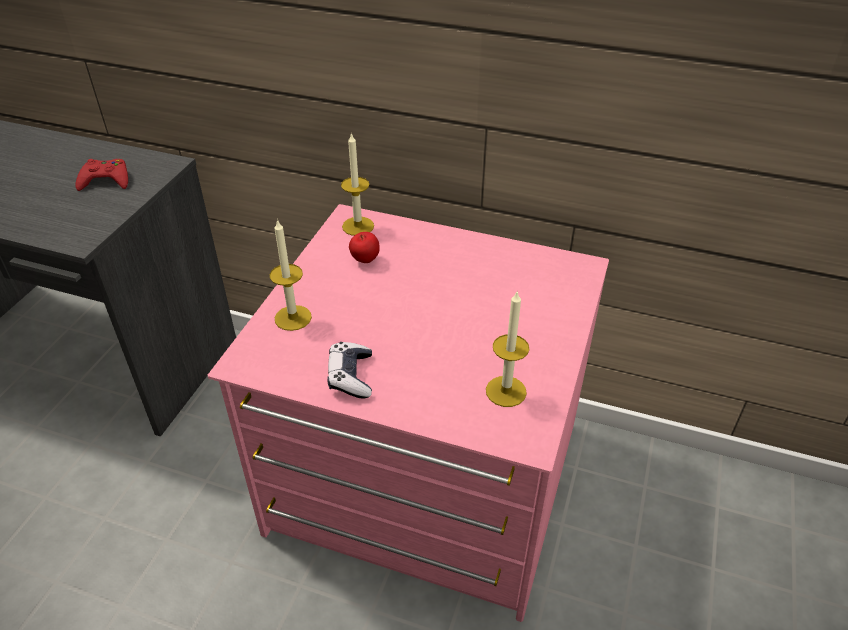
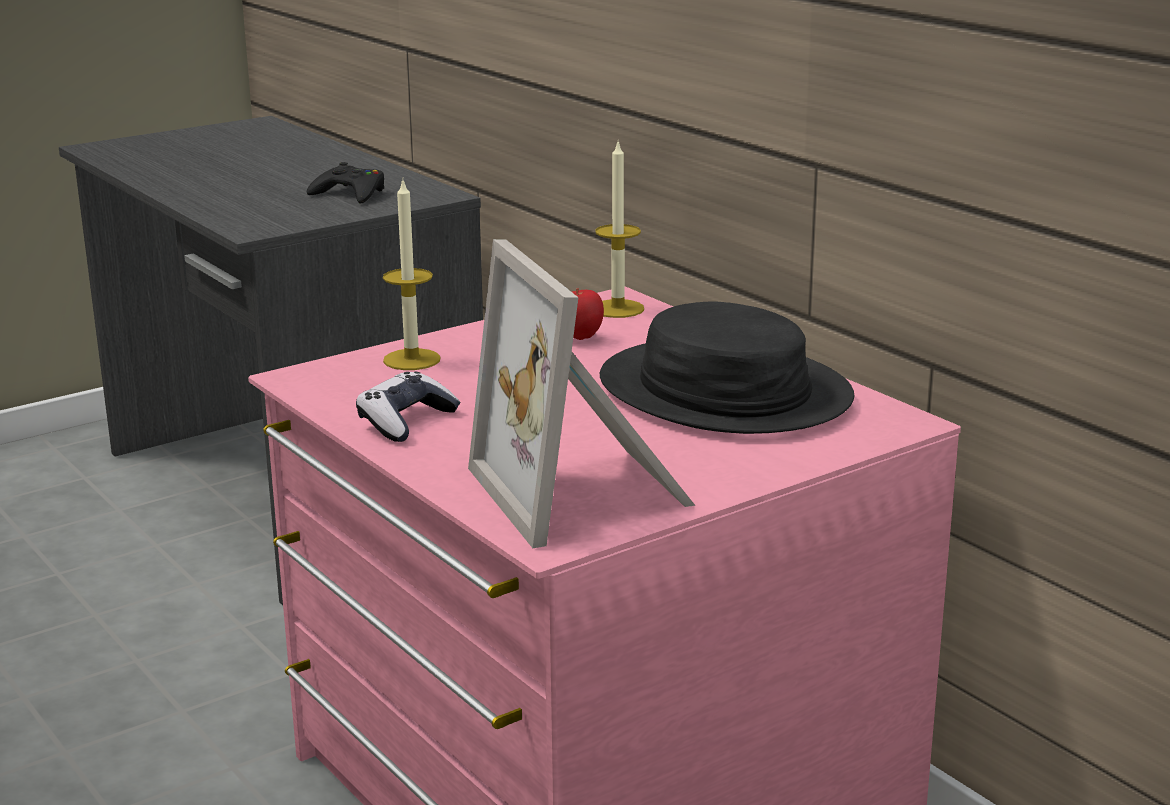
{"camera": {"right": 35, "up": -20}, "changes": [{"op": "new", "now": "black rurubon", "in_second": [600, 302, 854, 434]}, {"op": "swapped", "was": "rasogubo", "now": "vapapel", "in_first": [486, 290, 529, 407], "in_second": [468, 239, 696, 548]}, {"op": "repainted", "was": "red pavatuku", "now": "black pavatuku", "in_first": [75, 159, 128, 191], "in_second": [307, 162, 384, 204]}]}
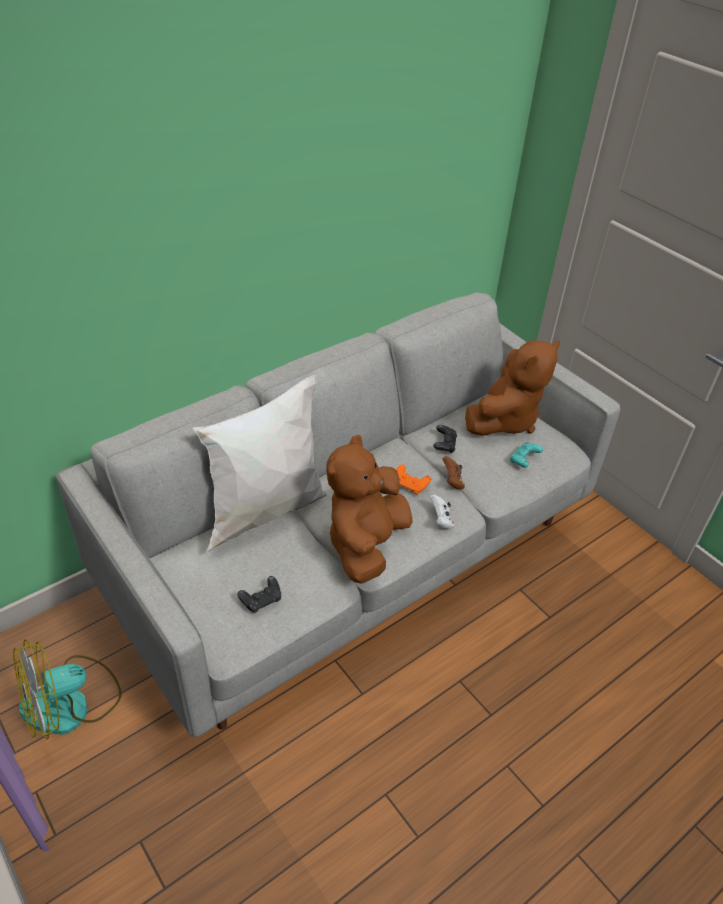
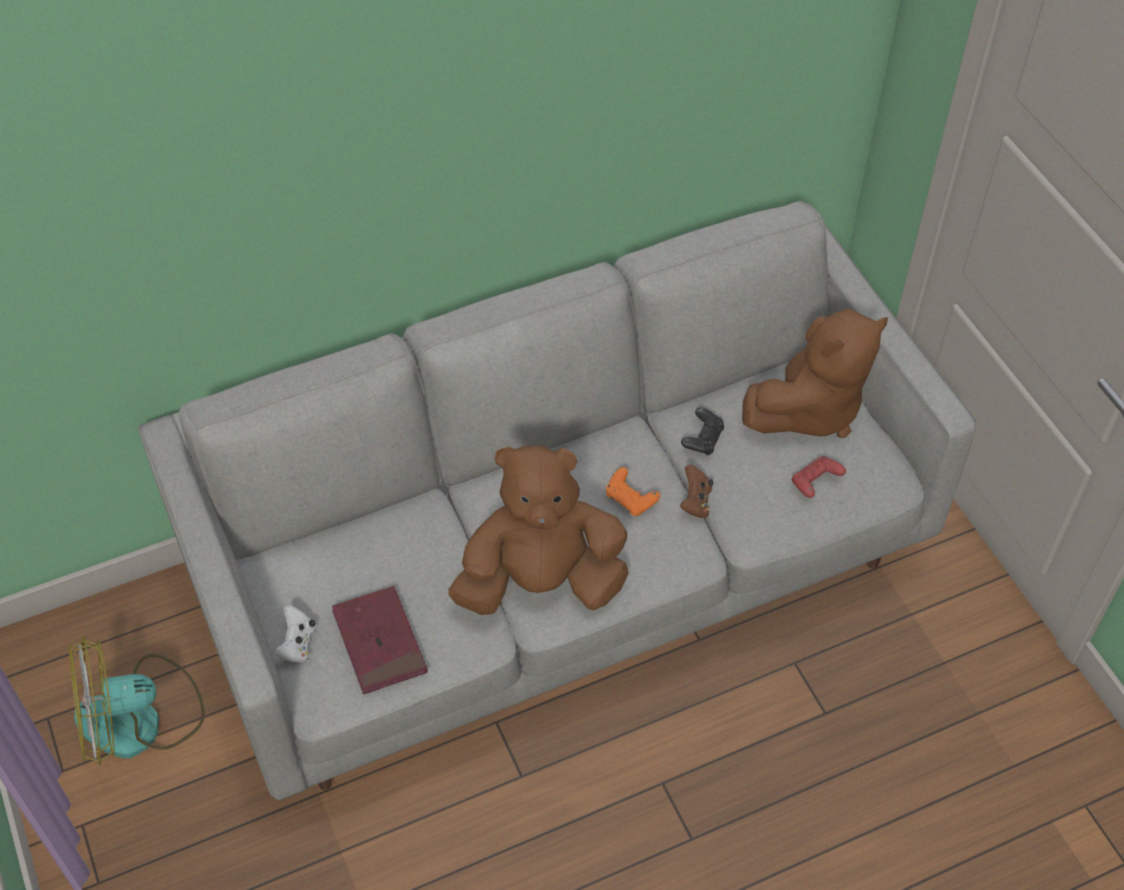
{"camera": {"right": 15, "up": 10}, "changes": [{"op": "gone", "was": "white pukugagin", "in_first": [192, 375, 327, 553]}, {"op": "shifted", "was": "white pavatuku", "in_first": [430, 494, 454, 529], "in_second": [273, 605, 315, 663]}, {"op": "swapped", "was": "black pavatuku", "now": "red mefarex", "in_first": [237, 576, 281, 613], "in_second": [332, 586, 428, 694]}, {"op": "repainted", "was": "turquoise pavatuku", "now": "red pavatuku", "in_first": [510, 443, 543, 468], "in_second": [792, 456, 846, 498]}, {"op": "rotated", "was": "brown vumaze", "in_first": [326, 434, 413, 584], "in_second": [448, 445, 629, 615], "clockwise": 45}]}
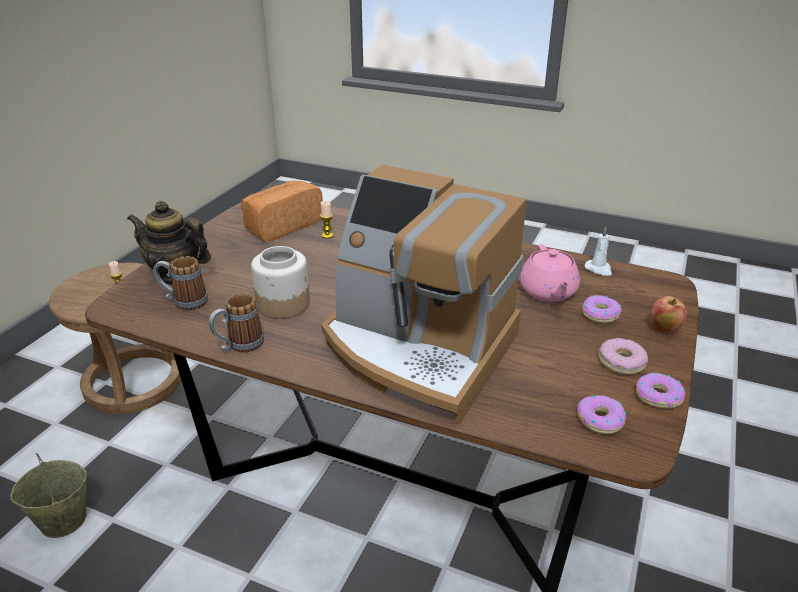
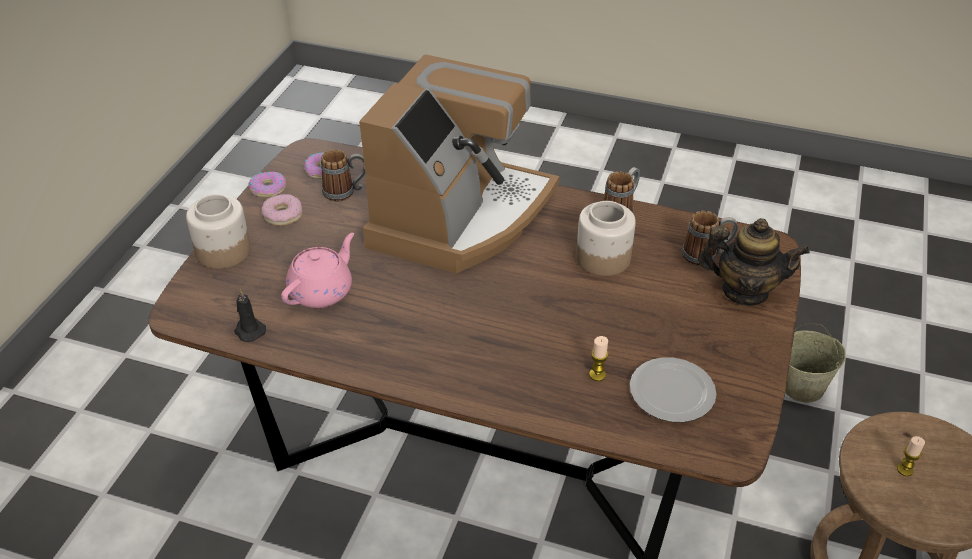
{"camera": {"right": 175, "up": 10}, "changes": [{"op": "gone", "was": "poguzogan", "in_first": [582, 295, 622, 323]}, {"op": "new", "now": "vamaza", "in_second": [321, 149, 365, 201]}, {"op": "swapped", "was": "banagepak", "now": "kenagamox", "in_first": [241, 180, 323, 242], "in_second": [630, 357, 716, 422]}, {"op": "swapped", "was": "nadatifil", "now": "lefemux", "in_first": [651, 296, 687, 333], "in_second": [186, 194, 251, 269]}, {"op": "repainted", "was": "white rasogubo", "now": "black rasogubo", "in_first": [585, 227, 612, 276], "in_second": [234, 290, 266, 342]}, {"op": "rotated", "was": "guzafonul", "in_first": [321, 165, 527, 424], "in_second": [359, 54, 559, 273], "clockwise": 90}, {"op": "rotated", "was": "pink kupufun", "in_first": [520, 245, 580, 302], "in_second": [281, 233, 354, 308], "clockwise": 45}]}
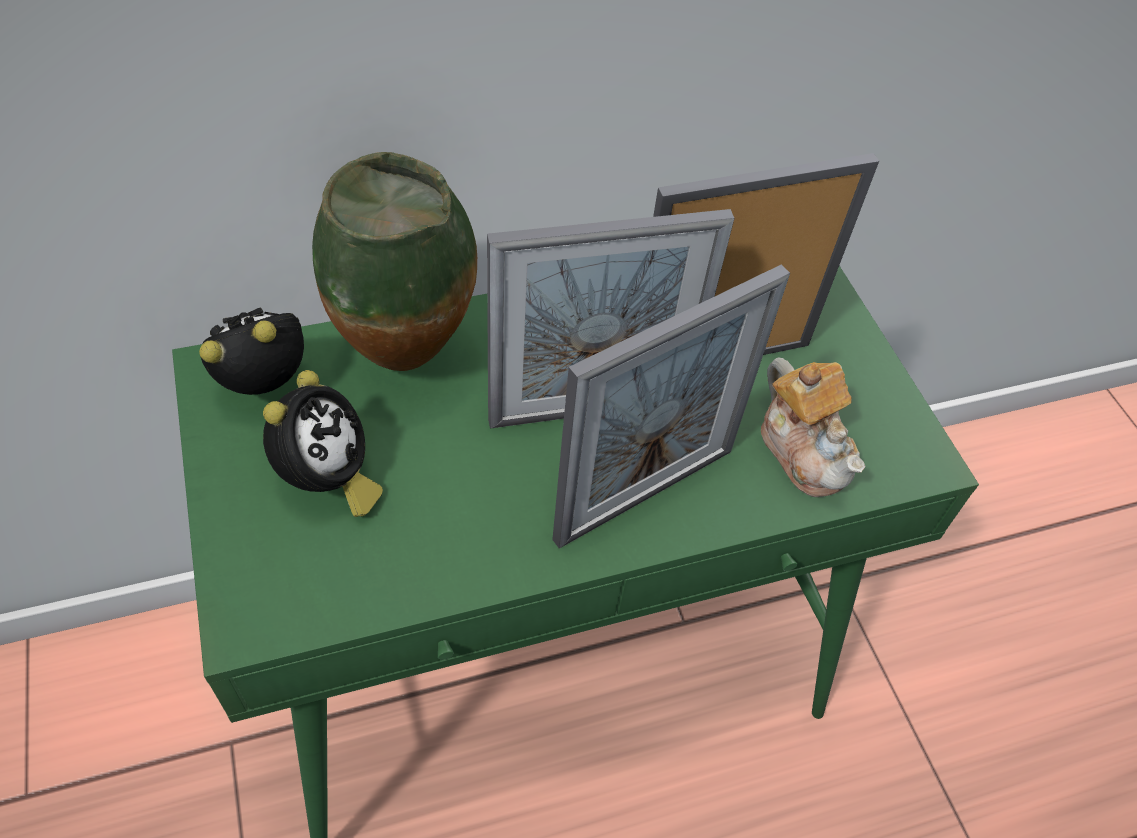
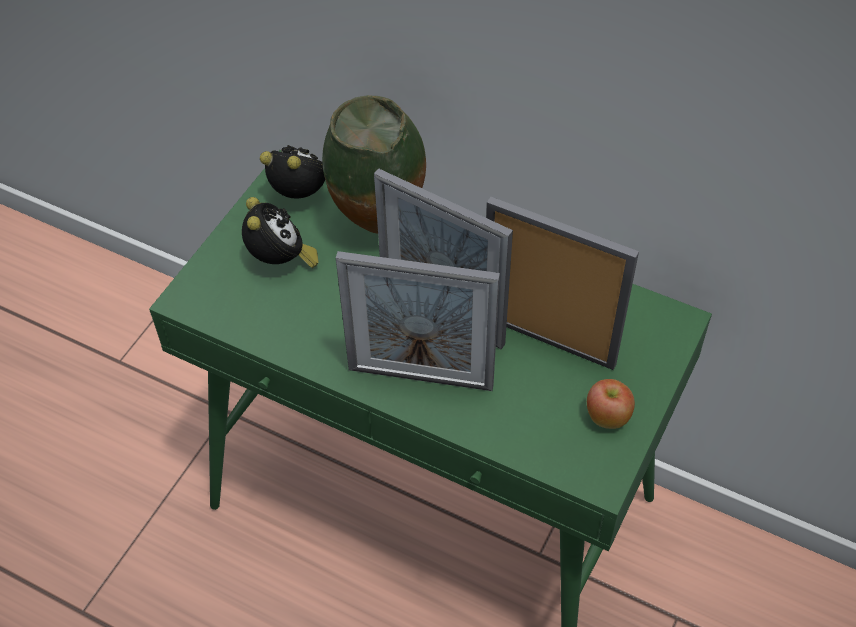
{"camera": {"right": 50, "up": 0}, "changes": [{"op": "gone", "was": "kupufun", "in_first": [761, 357, 866, 497]}, {"op": "new", "now": "nadatifil", "in_second": [587, 379, 635, 429]}, {"op": "rotated", "was": "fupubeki", "in_first": [263, 370, 383, 517], "in_second": [242, 197, 319, 268], "clockwise": -75}]}
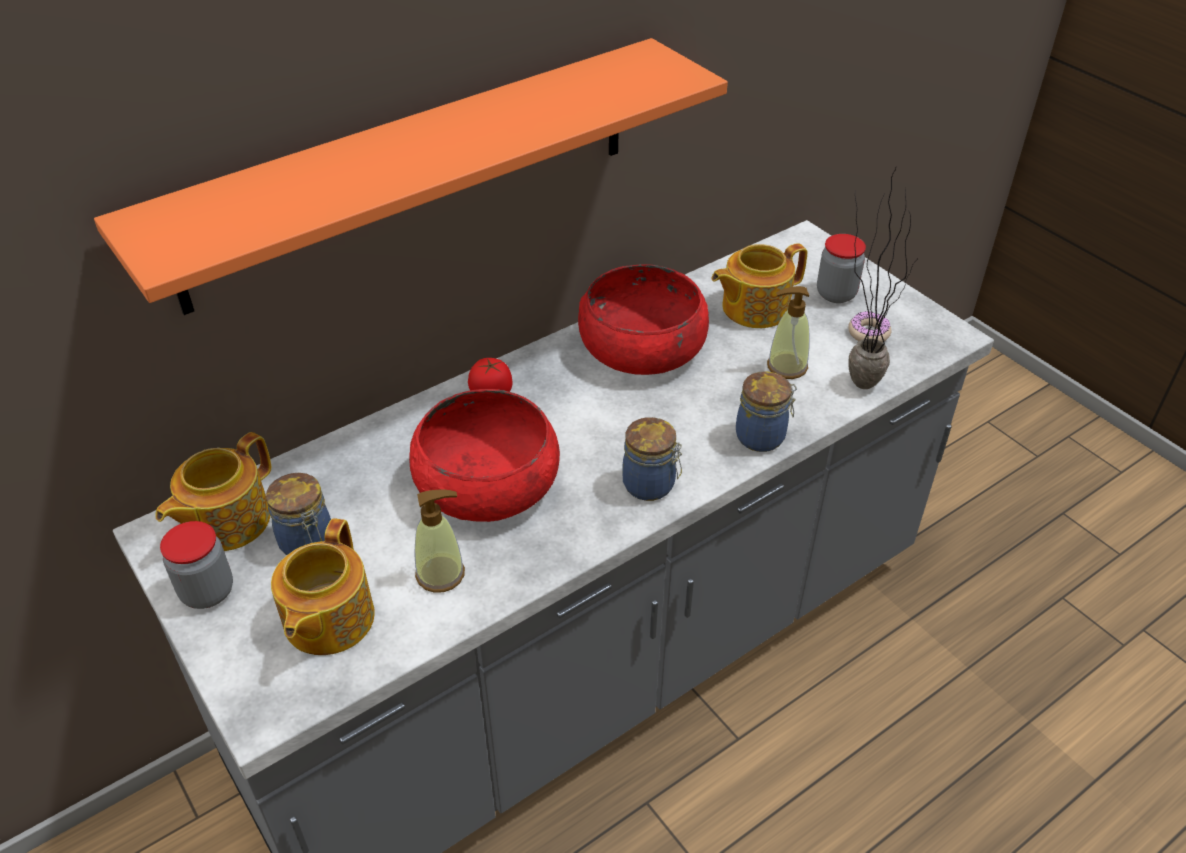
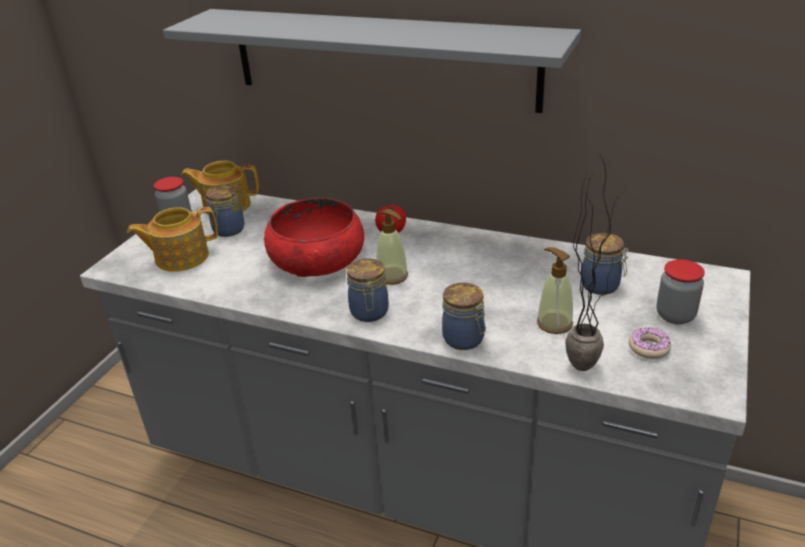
{"camera": {"right": 60, "up": -10}, "changes": [{"op": "gone", "was": "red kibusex", "in_first": [578, 265, 709, 375]}, {"op": "shifted", "was": "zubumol", "in_first": [415, 489, 465, 593], "in_second": [376, 209, 408, 285]}, {"op": "swapped", "was": "kupufun", "now": "lefemux", "in_first": [711, 243, 807, 328], "in_second": [581, 233, 629, 295]}, {"op": "repainted", "was": "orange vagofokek", "now": "grey vagofokek", "in_first": [94, 38, 728, 315], "in_second": [163, 9, 581, 113]}]}
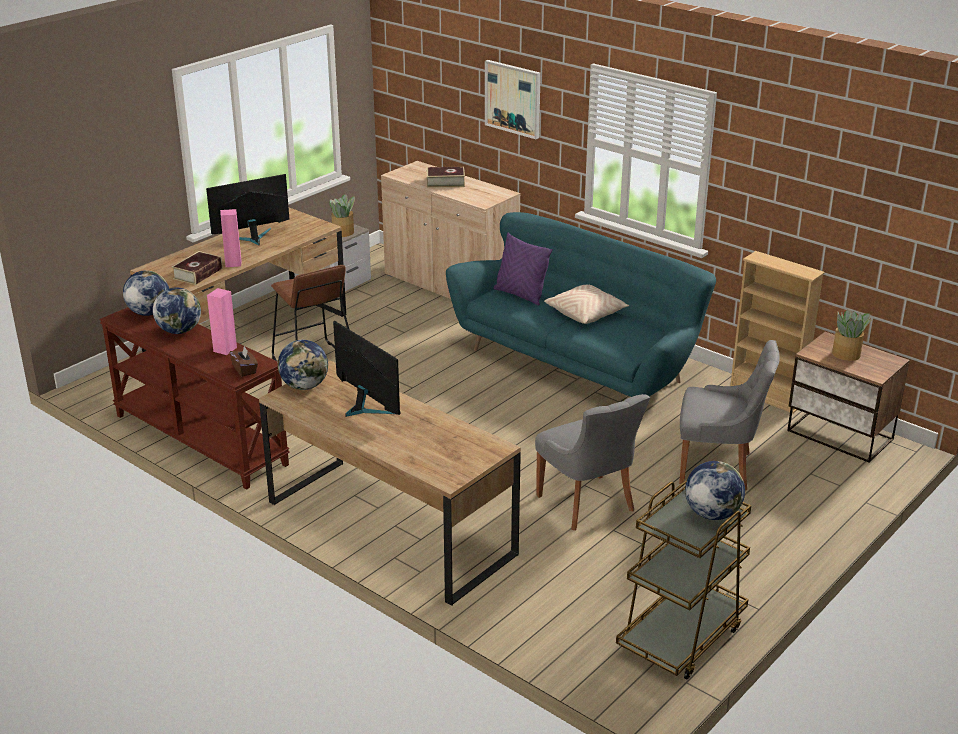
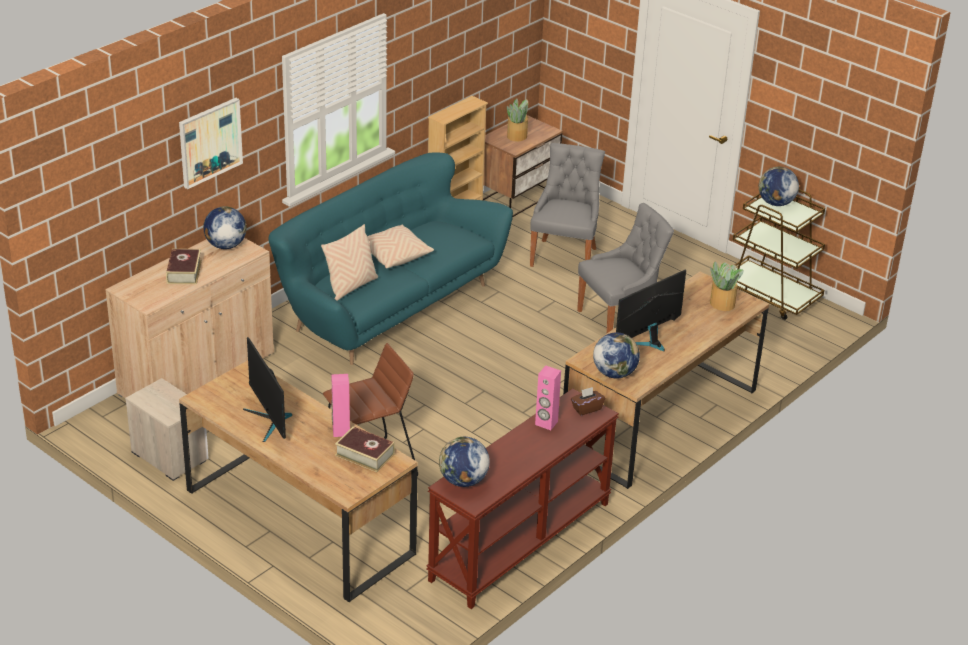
{"camera": {"right": -90, "up": 5}, "changes": [{"op": "shifted", "was": "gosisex", "in_first": [153, 288, 201, 334], "in_second": [203, 206, 247, 249]}, {"op": "shifted", "was": "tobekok", "in_first": [329, 194, 355, 237], "in_second": [710, 261, 744, 311]}, {"op": "repainted", "was": "purple pukugagin", "now": "beige pukugagin", "in_first": [493, 233, 553, 305], "in_second": [321, 224, 378, 301]}]}
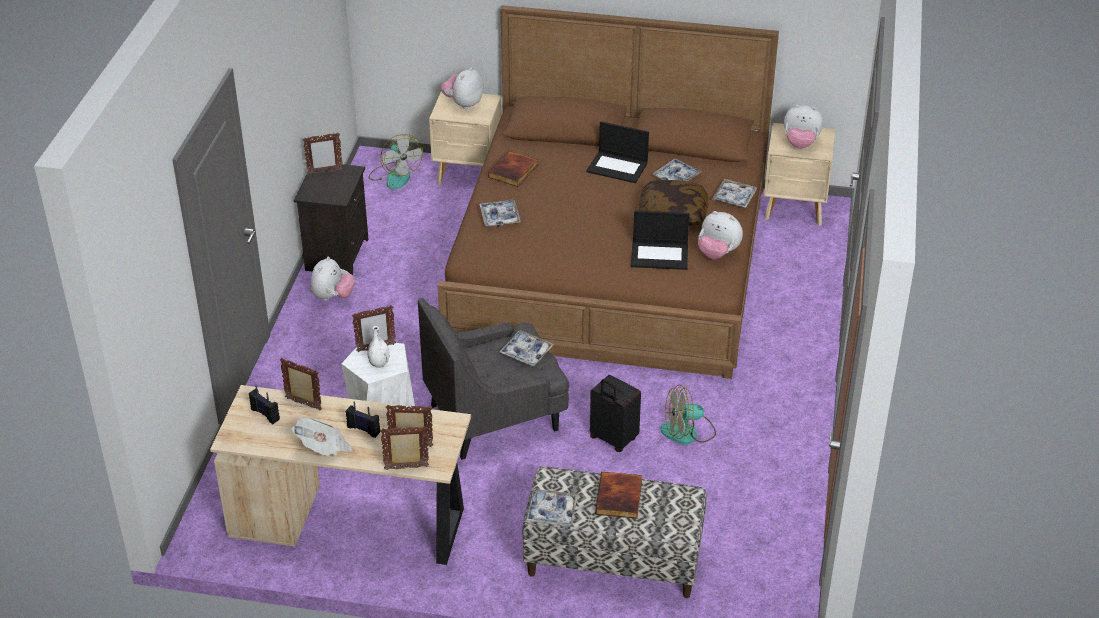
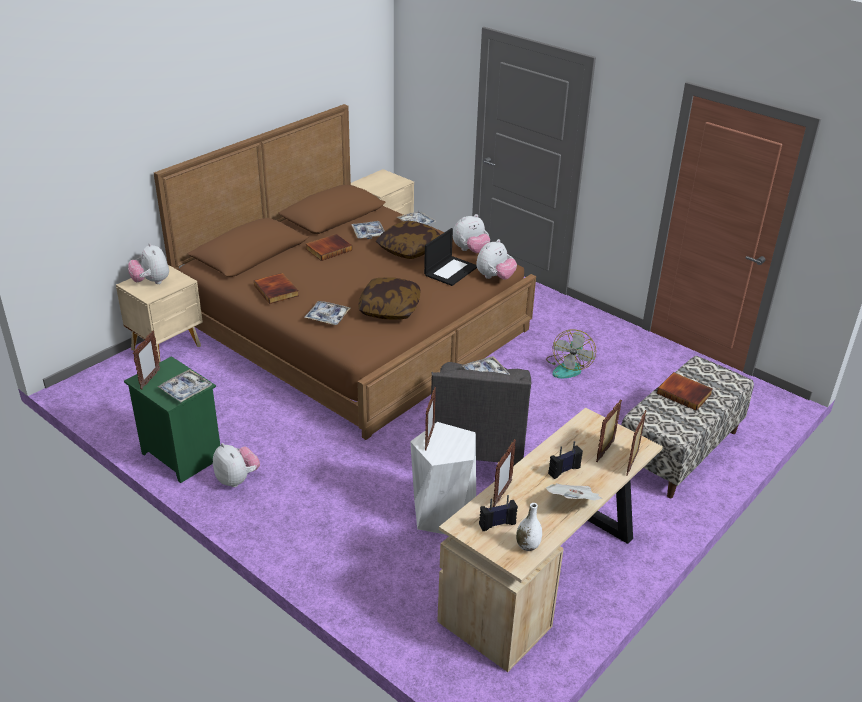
{"camera": {"right": -60, "up": -5}, "changes": [{"op": "gone", "was": "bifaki", "in_first": [368, 134, 423, 190]}, {"op": "gone", "was": "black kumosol", "in_first": [590, 375, 641, 452]}, {"op": "new", "now": "pukugagin", "in_second": [358, 277, 420, 320]}, {"op": "shifted", "was": "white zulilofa", "in_first": [368, 326, 389, 368], "in_second": [516, 503, 542, 551]}, {"op": "shifted", "was": "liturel", "in_first": [526, 489, 578, 526], "in_second": [158, 369, 212, 402]}, {"op": "shifted", "was": "vumaze", "in_first": [784, 104, 823, 149], "in_second": [476, 239, 517, 280]}, {"op": "swapped", "was": "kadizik", "now": "mefarex", "in_first": [586, 121, 649, 183], "in_second": [306, 234, 352, 261]}, {"op": "repainted", "was": "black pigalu", "now": "green pigalu", "in_first": [294, 164, 368, 275], "in_second": [124, 356, 220, 483]}, {"op": "rotated", "was": "vapapel", "in_first": [280, 358, 322, 410], "in_second": [493, 439, 516, 507], "clockwise": 150}]}
